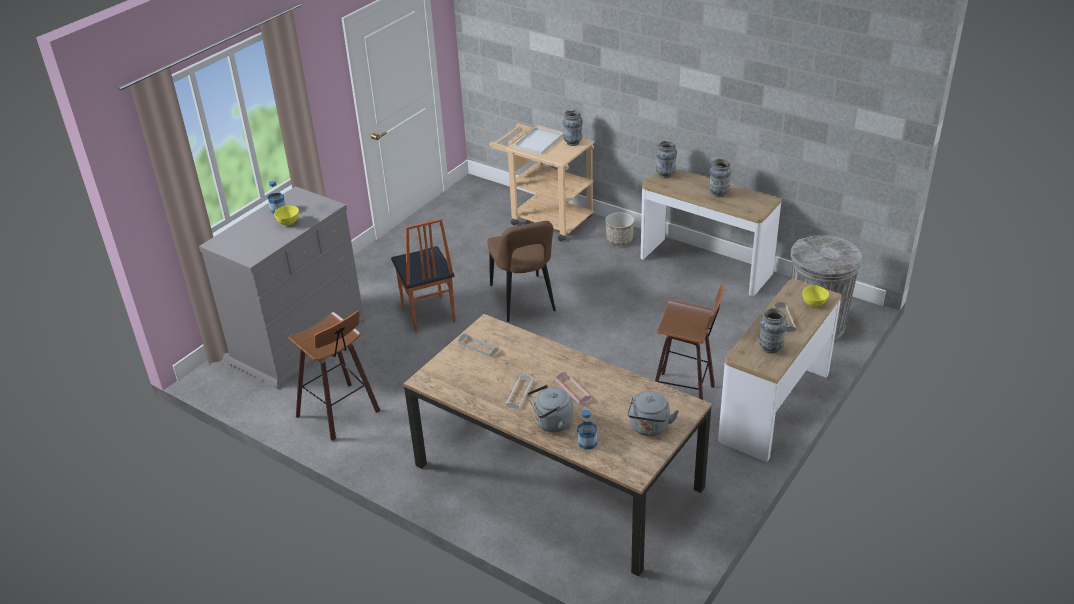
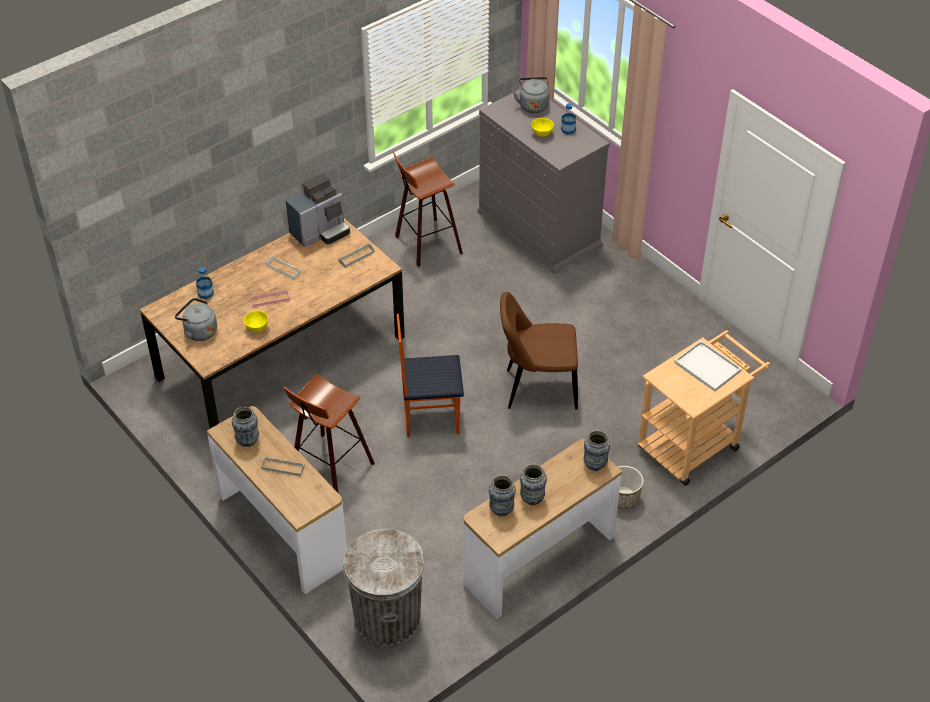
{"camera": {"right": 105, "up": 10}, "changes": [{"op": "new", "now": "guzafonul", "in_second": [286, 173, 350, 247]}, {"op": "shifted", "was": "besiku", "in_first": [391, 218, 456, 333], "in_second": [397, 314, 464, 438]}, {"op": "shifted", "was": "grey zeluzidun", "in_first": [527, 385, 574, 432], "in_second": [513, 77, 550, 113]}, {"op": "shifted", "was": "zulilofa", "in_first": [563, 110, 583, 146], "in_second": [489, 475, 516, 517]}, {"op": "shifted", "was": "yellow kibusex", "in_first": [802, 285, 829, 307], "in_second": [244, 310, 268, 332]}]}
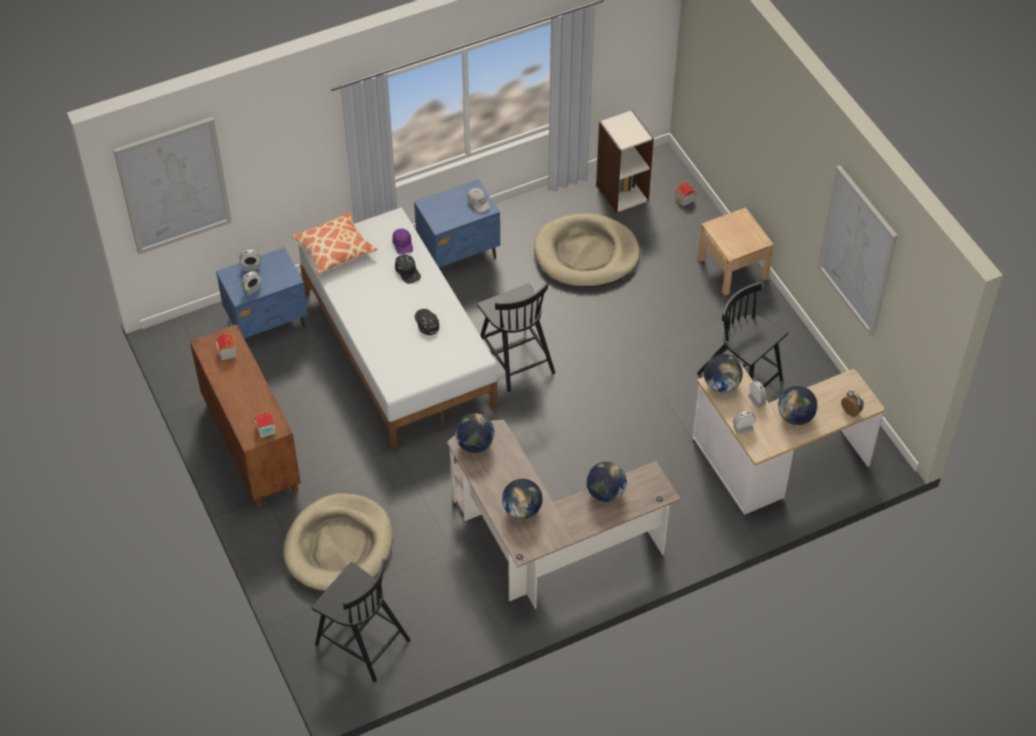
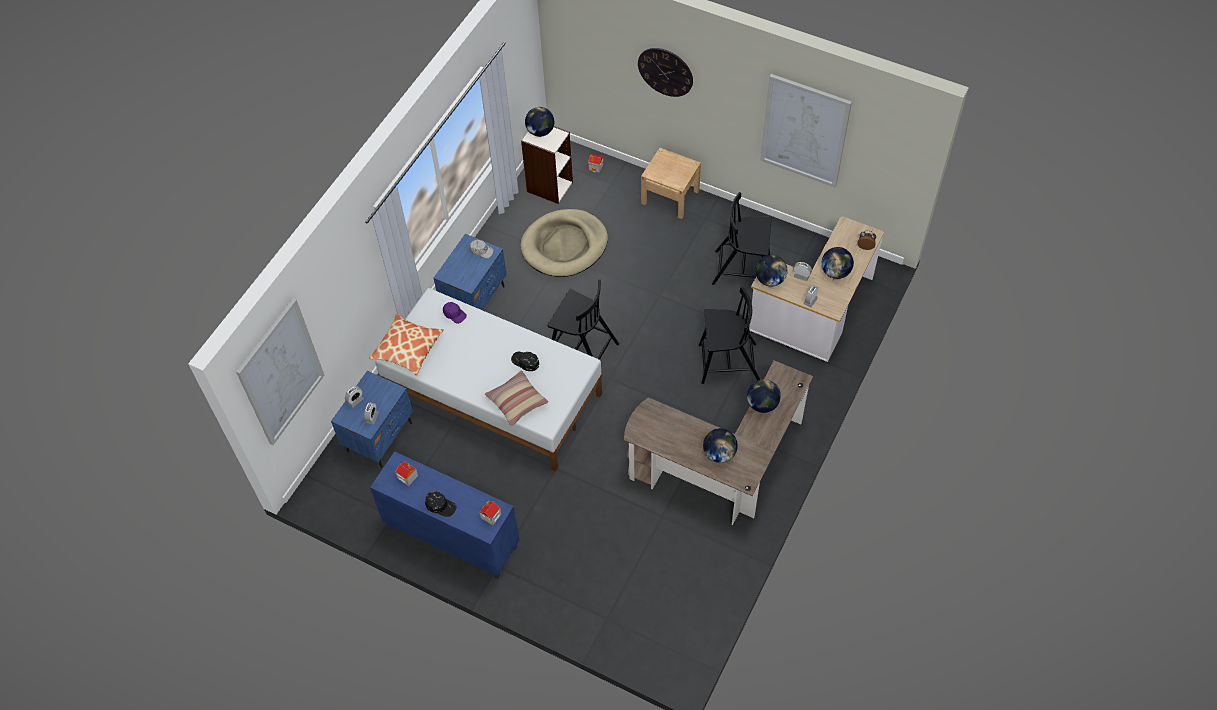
{"camera": {"right": -35, "up": 5}, "changes": [{"op": "gone", "was": "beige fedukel", "in_first": [283, 493, 393, 592]}, {"op": "new", "now": "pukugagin", "in_second": [485, 371, 548, 426]}, {"op": "new", "now": "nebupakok", "in_second": [638, 48, 693, 97]}, {"op": "shifted", "was": "black besiku", "in_first": [312, 558, 410, 682], "in_second": [698, 287, 760, 384]}, {"op": "shifted", "was": "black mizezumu", "in_first": [395, 254, 421, 284], "in_second": [425, 492, 457, 517]}, {"op": "shifted", "was": "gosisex", "in_first": [455, 413, 495, 453], "in_second": [525, 107, 554, 137]}, {"op": "repainted", "was": "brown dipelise", "now": "blue dipelise", "in_first": [190, 324, 301, 508], "in_second": [370, 451, 520, 579]}]}
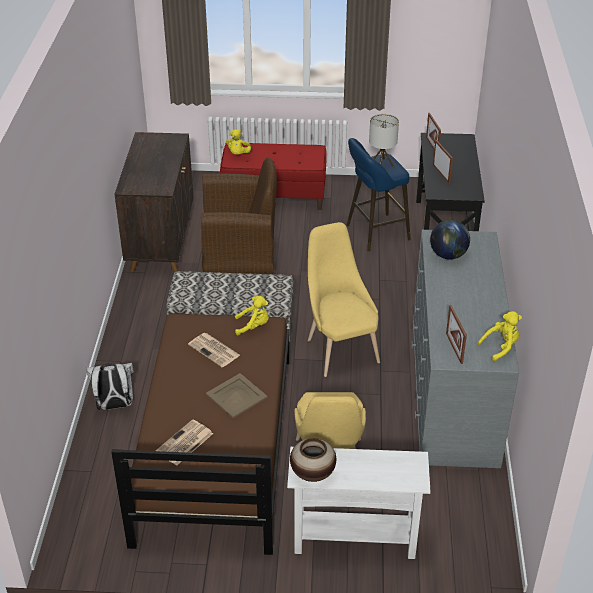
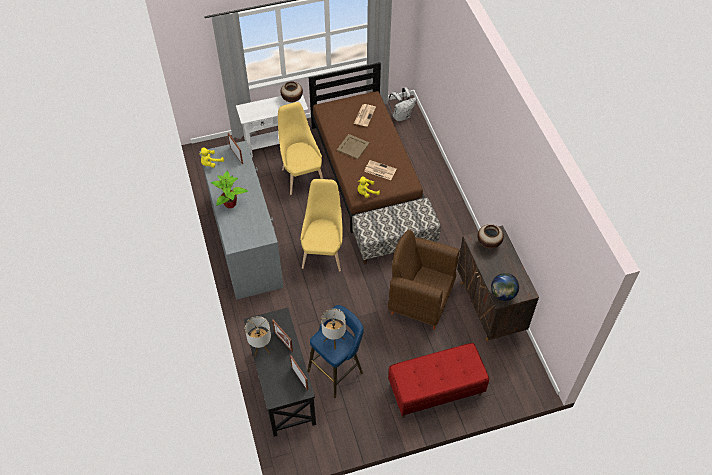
{"camera": {"right": 160, "up": 15}, "changes": [{"op": "gone", "was": "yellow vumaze", "in_first": [226, 129, 251, 155]}, {"op": "new", "now": "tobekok", "in_second": [211, 171, 248, 208]}, {"op": "new", "now": "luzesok", "in_second": [245, 316, 271, 356]}, {"op": "new", "now": "zulilofa", "in_second": [477, 224, 504, 249]}, {"op": "shifted", "was": "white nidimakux", "in_first": [86, 362, 134, 410], "in_second": [389, 87, 417, 122]}, {"op": "shifted", "was": "gosisex", "in_first": [430, 220, 470, 259], "in_second": [491, 273, 519, 301]}, {"op": "rotated", "was": "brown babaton", "in_first": [201, 157, 277, 275], "in_second": [388, 230, 460, 330], "clockwise": 45}, {"op": "rotated", "was": "yellow besiku", "in_first": [308, 222, 380, 377], "in_second": [300, 179, 343, 271], "clockwise": -135}]}
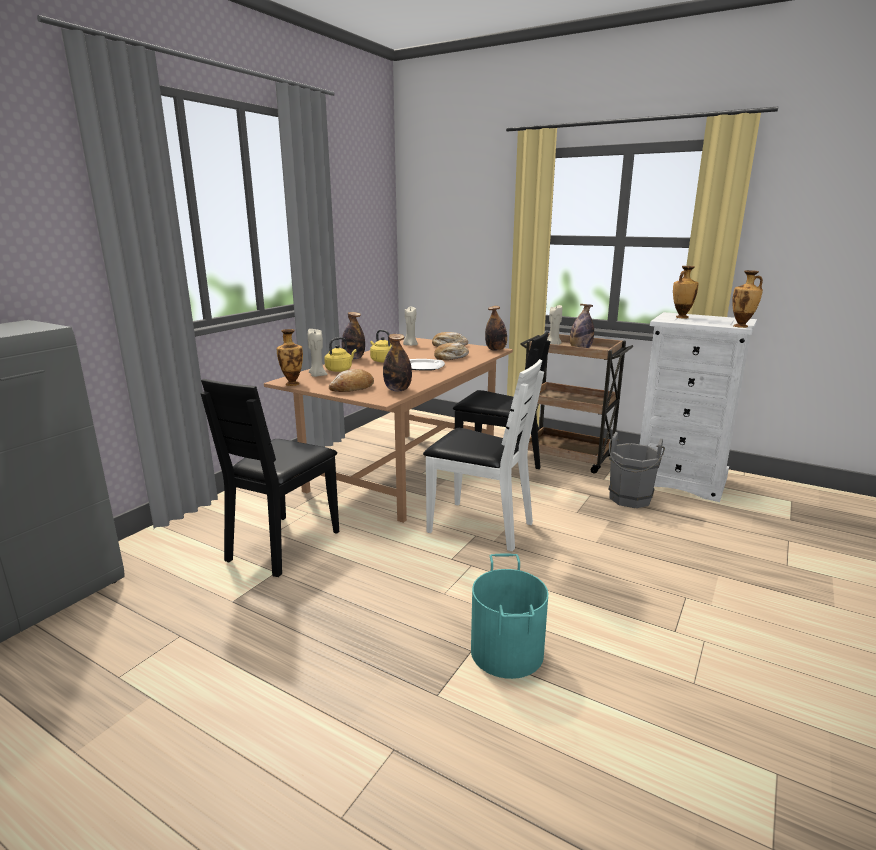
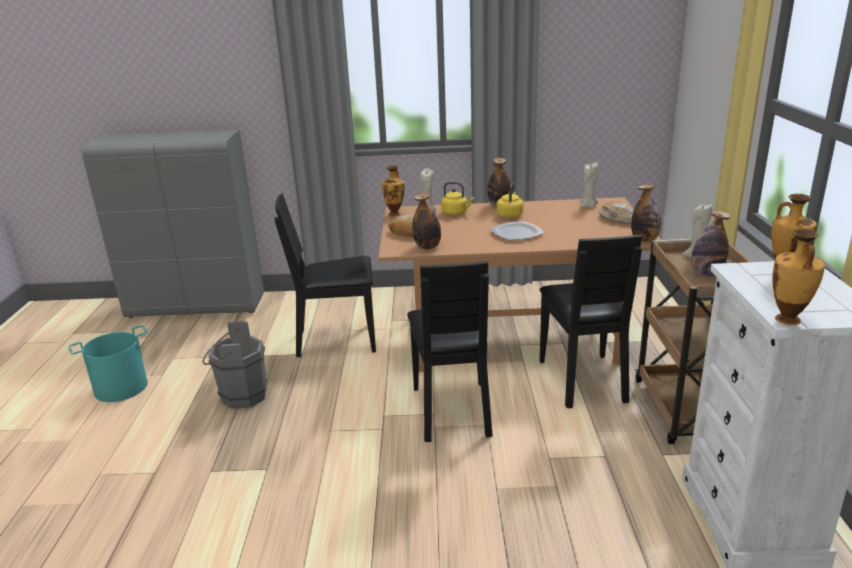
{"camera": {"right": 60, "up": 5}, "changes": [{"op": "gone", "was": "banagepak", "in_first": [434, 343, 469, 360]}, {"op": "shifted", "was": "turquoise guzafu", "in_first": [471, 553, 548, 679], "in_second": [69, 325, 148, 402]}, {"op": "shifted", "was": "grey guzafu", "in_first": [609, 432, 665, 508], "in_second": [202, 321, 267, 409]}, {"op": "repainted", "was": "white besiku", "now": "black besiku", "in_first": [423, 359, 544, 551], "in_second": [407, 261, 493, 442]}]}
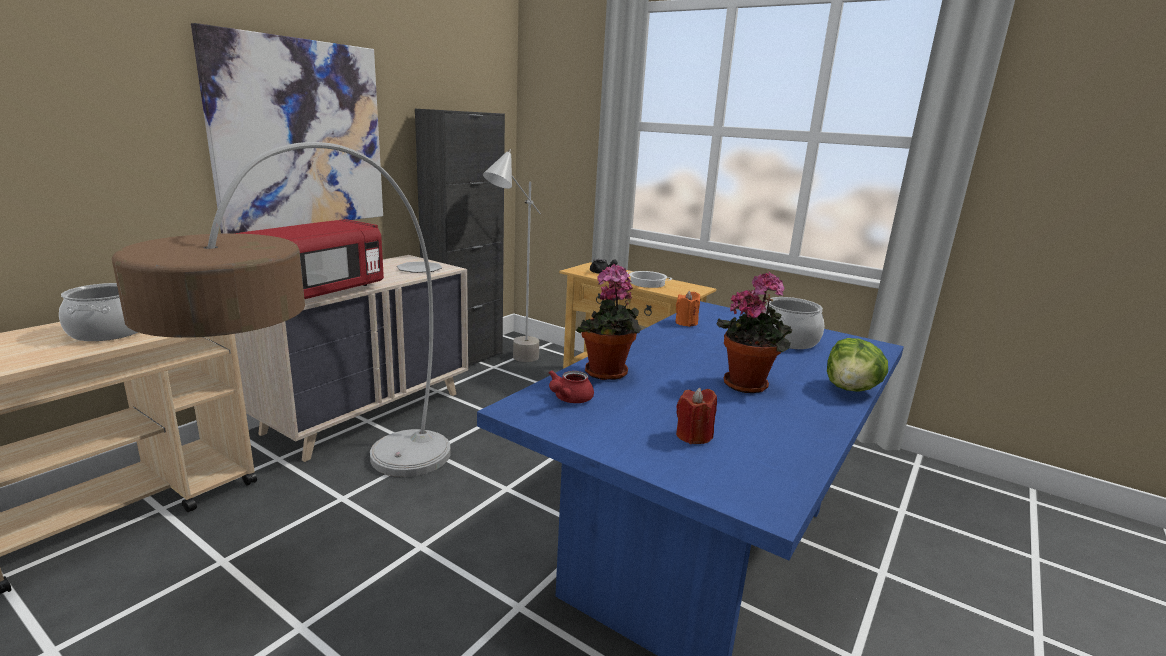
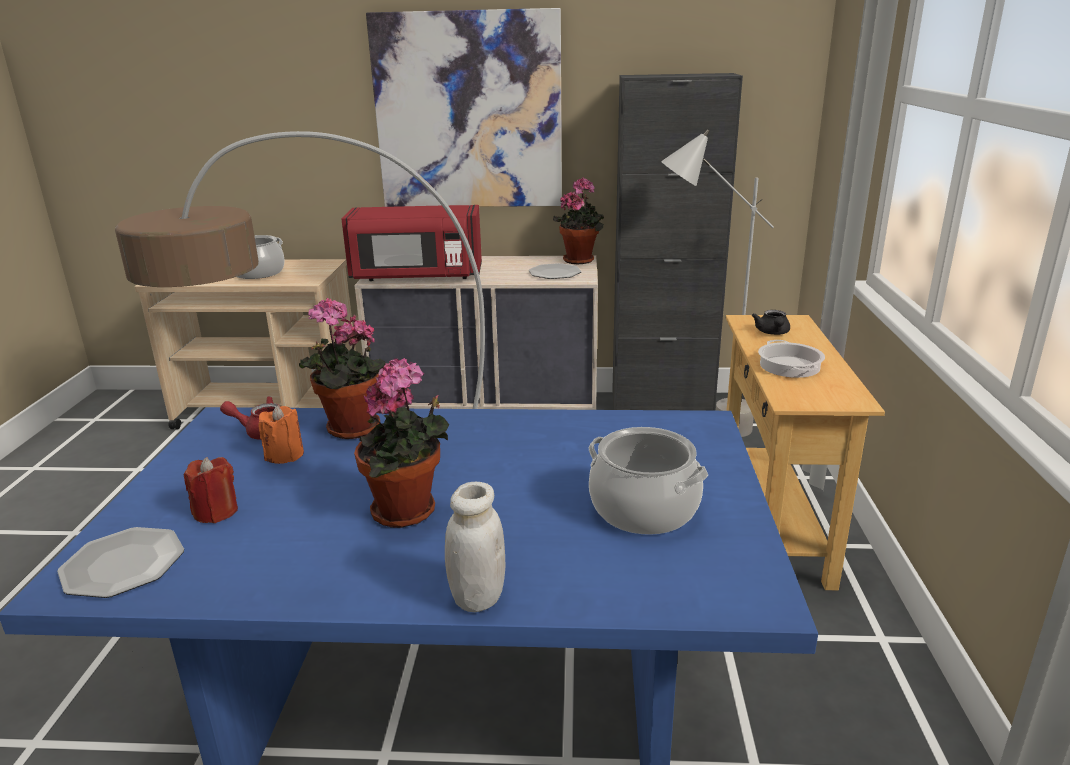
{"camera": {"right": 60, "up": 5}, "changes": [{"op": "new", "now": "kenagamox", "in_second": [57, 527, 184, 598]}, {"op": "new", "now": "tobekok", "in_second": [553, 178, 604, 264]}, {"op": "shifted", "was": "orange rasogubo", "in_first": [675, 291, 700, 327], "in_second": [258, 405, 304, 464]}, {"op": "swapped", "was": "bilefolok", "now": "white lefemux", "in_first": [827, 338, 888, 392], "in_second": [445, 482, 505, 612]}]}
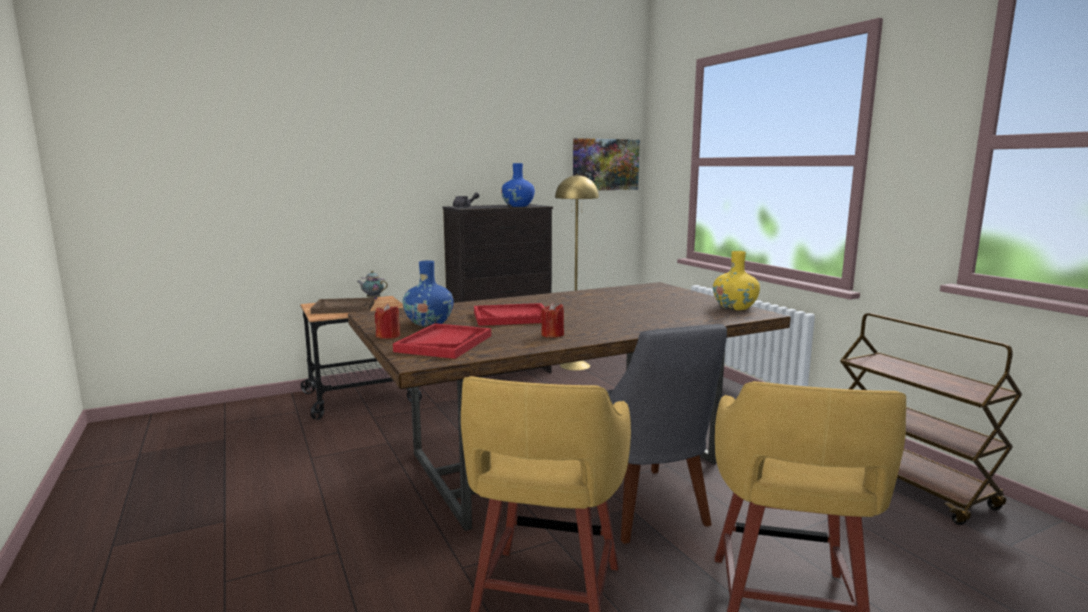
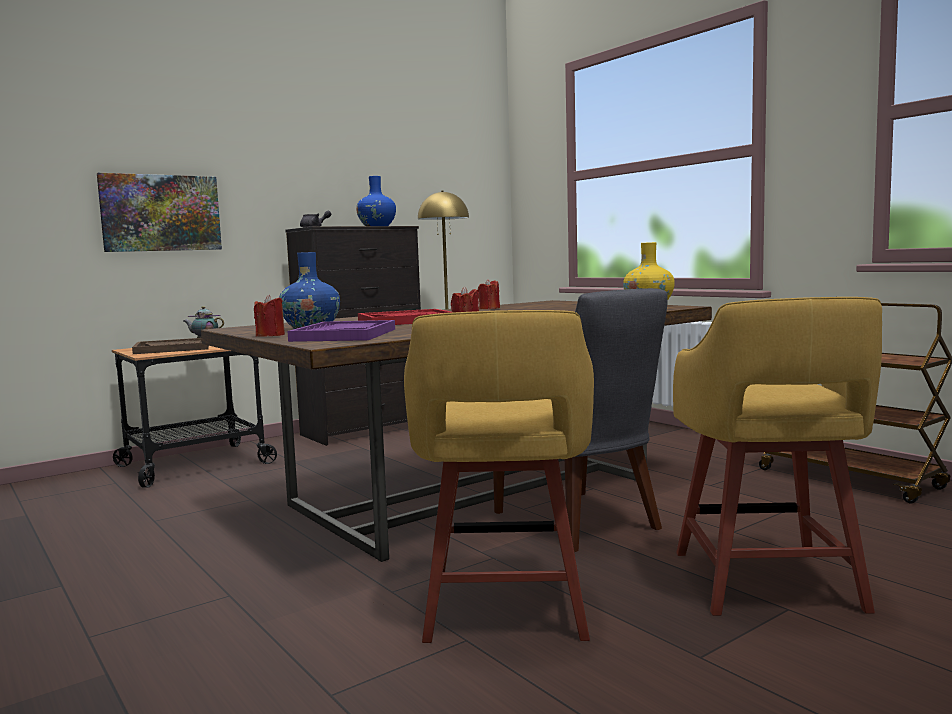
{"camera": {"right": -10, "up": -5}, "changes": [{"op": "new", "now": "red rasogubo", "in_second": [477, 279, 500, 309]}, {"op": "shifted", "was": "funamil", "in_first": [573, 138, 640, 190], "in_second": [97, 173, 222, 252]}, {"op": "repainted", "was": "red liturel", "now": "purple liturel", "in_first": [393, 323, 491, 359], "in_second": [288, 320, 395, 342]}]}
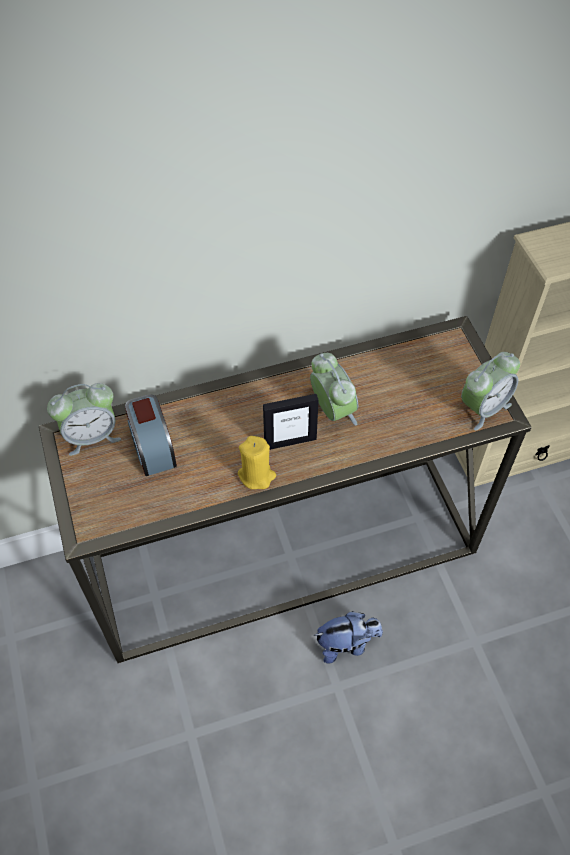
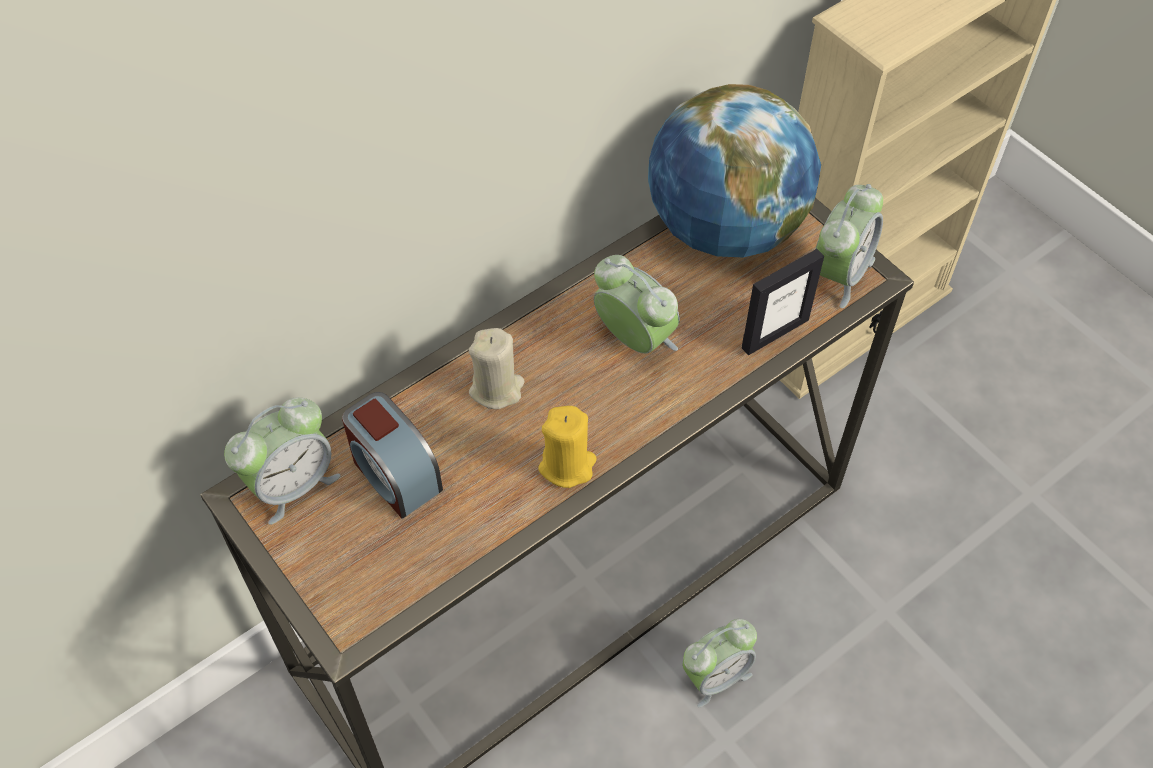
{"camera": {"right": -20, "up": 0}, "changes": [{"op": "new", "now": "beige rasogubo", "in_second": [469, 328, 524, 409]}, {"op": "new", "now": "gosisex", "in_second": [648, 84, 821, 257]}, {"op": "shifted", "was": "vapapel", "in_first": [263, 394, 319, 450], "in_second": [742, 249, 824, 355]}, {"op": "swapped", "was": "vumaze", "now": "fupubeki", "in_first": [313, 611, 383, 664], "in_second": [682, 619, 757, 707]}]}
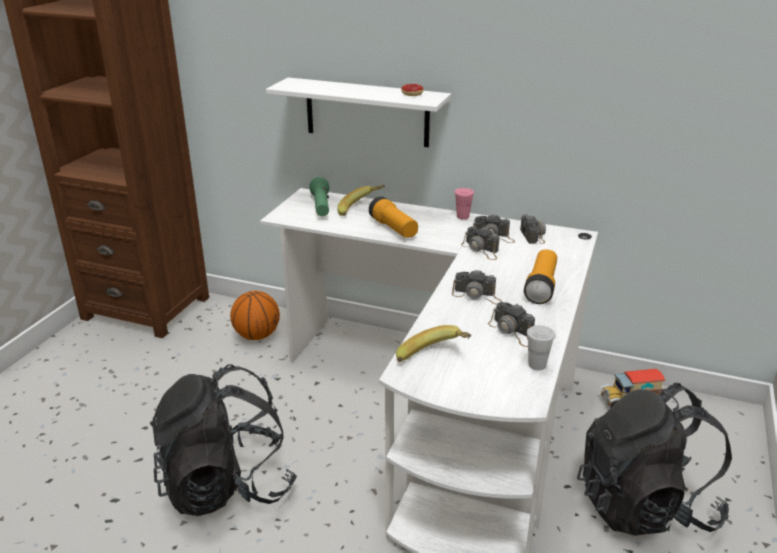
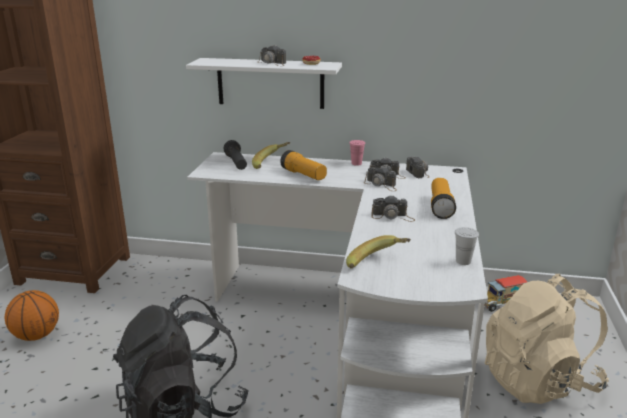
{"camera": {"right": -10, "up": -5}, "changes": [{"op": "shifted", "was": "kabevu", "in_first": [230, 291, 280, 340], "in_second": [5, 290, 59, 341]}, {"op": "shifted", "was": "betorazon", "in_first": [488, 302, 535, 347], "in_second": [258, 45, 286, 66]}, {"op": "repainted", "was": "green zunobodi", "now": "black zunobodi", "in_first": [309, 177, 330, 216], "in_second": [223, 140, 247, 170]}, {"op": "repainted", "was": "black nidimakux", "now": "beige nidimakux", "in_first": [577, 383, 732, 536], "in_second": [485, 274, 609, 404]}]}
